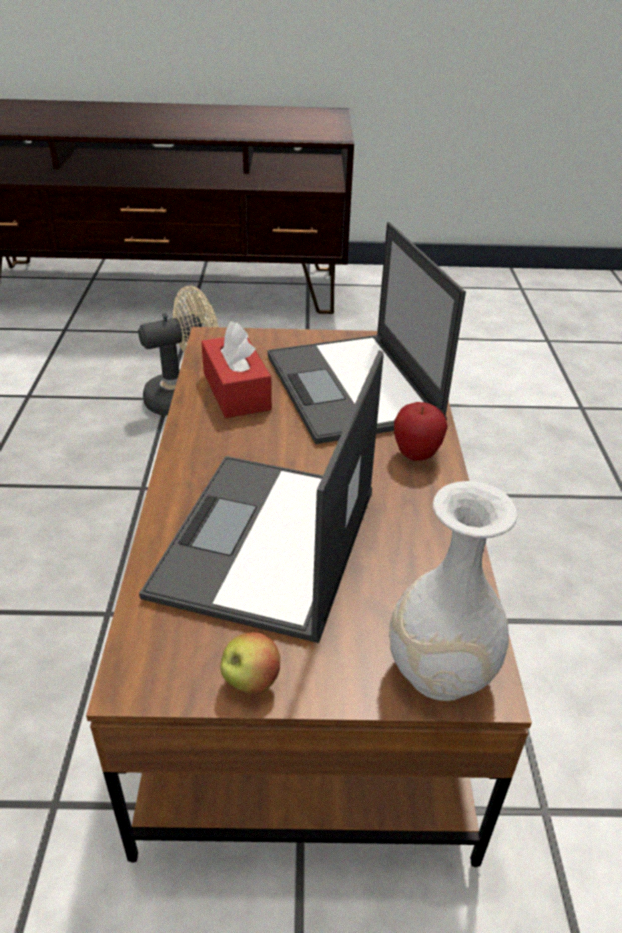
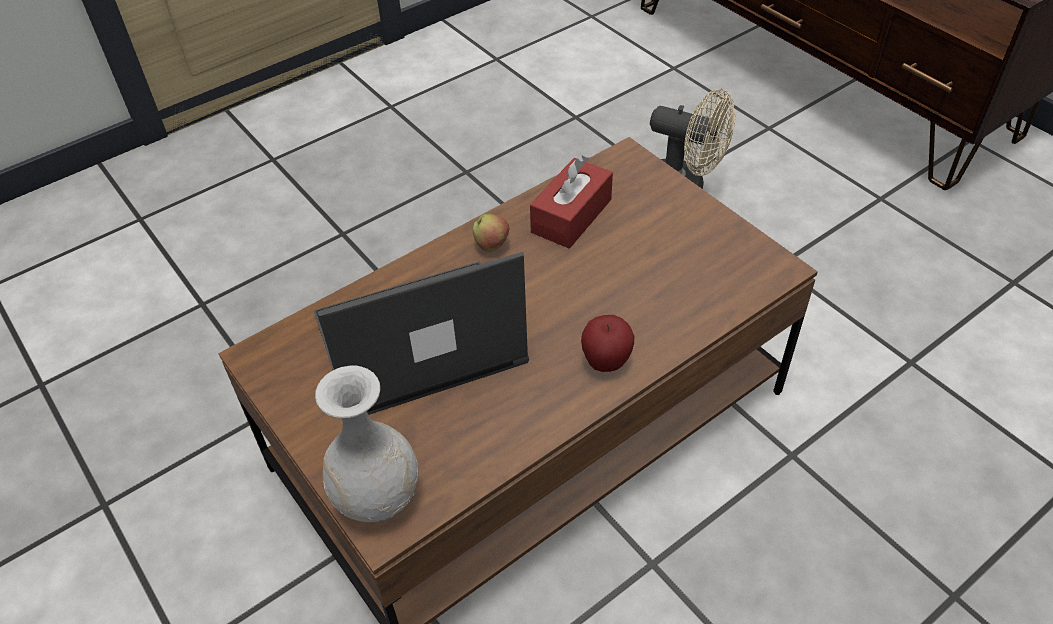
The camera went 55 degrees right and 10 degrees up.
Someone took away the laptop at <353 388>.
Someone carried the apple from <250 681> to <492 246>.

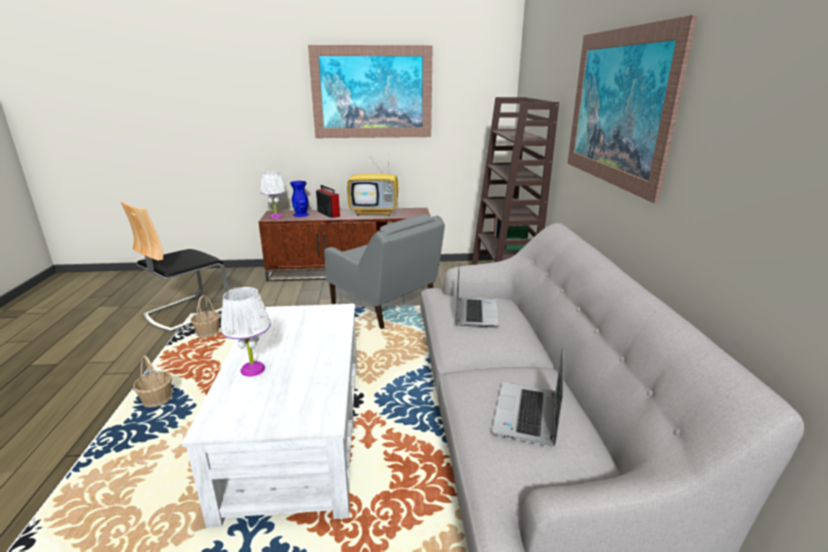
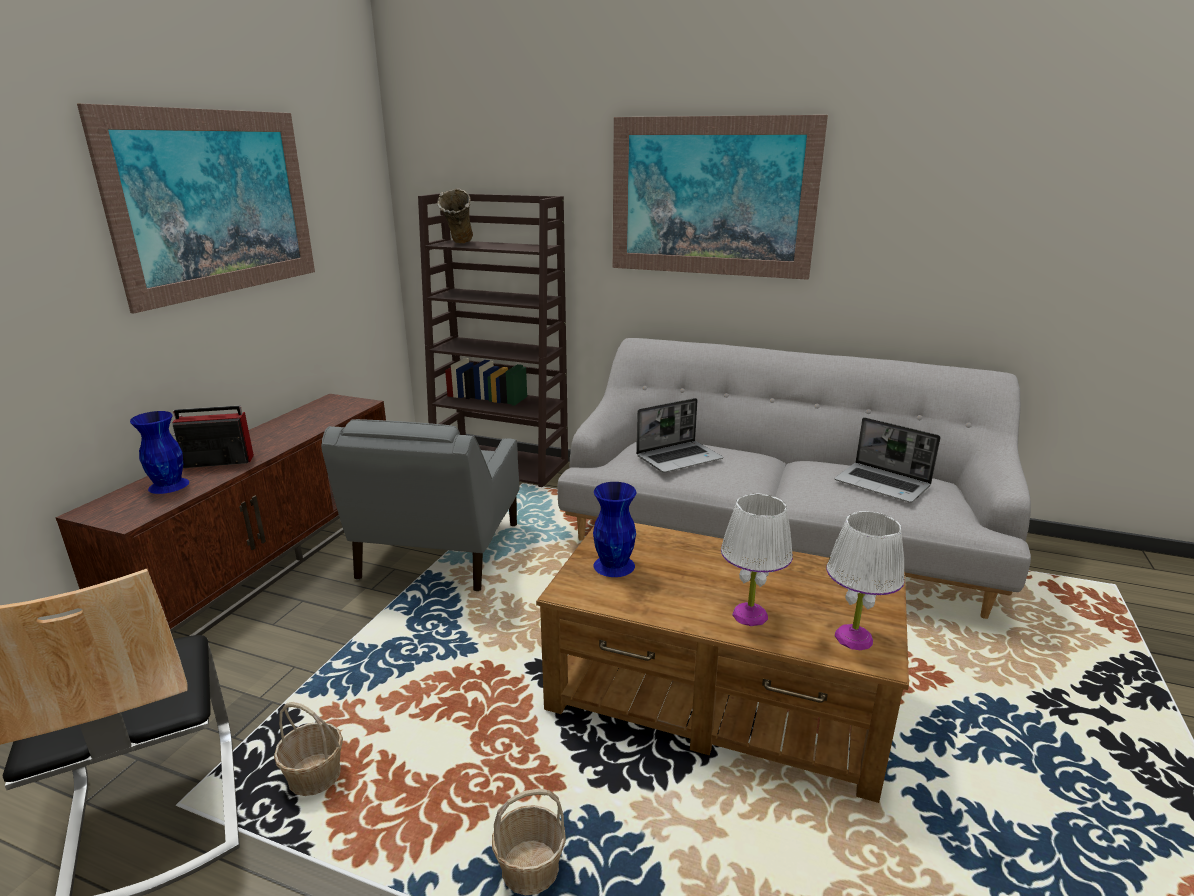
The camera went 65 degrees left and 0 degrees up.
Someone took away the television at <375 212>.
Someone carried the table lamp/white from <276 217> to <854 638>.
Someone rotated the armchair/grey at <384 304> by 120 degrees clockwise.
Someone rotated the laptop at <475 312> by 120 degrees clockwise.
Someone repainted the coffee table/white at <296 433>, which became the coffee table/brown at <718 696>.
Someone put down the vase/beige at <459 244>.
Someone put down the vase/blue at <615 565>.

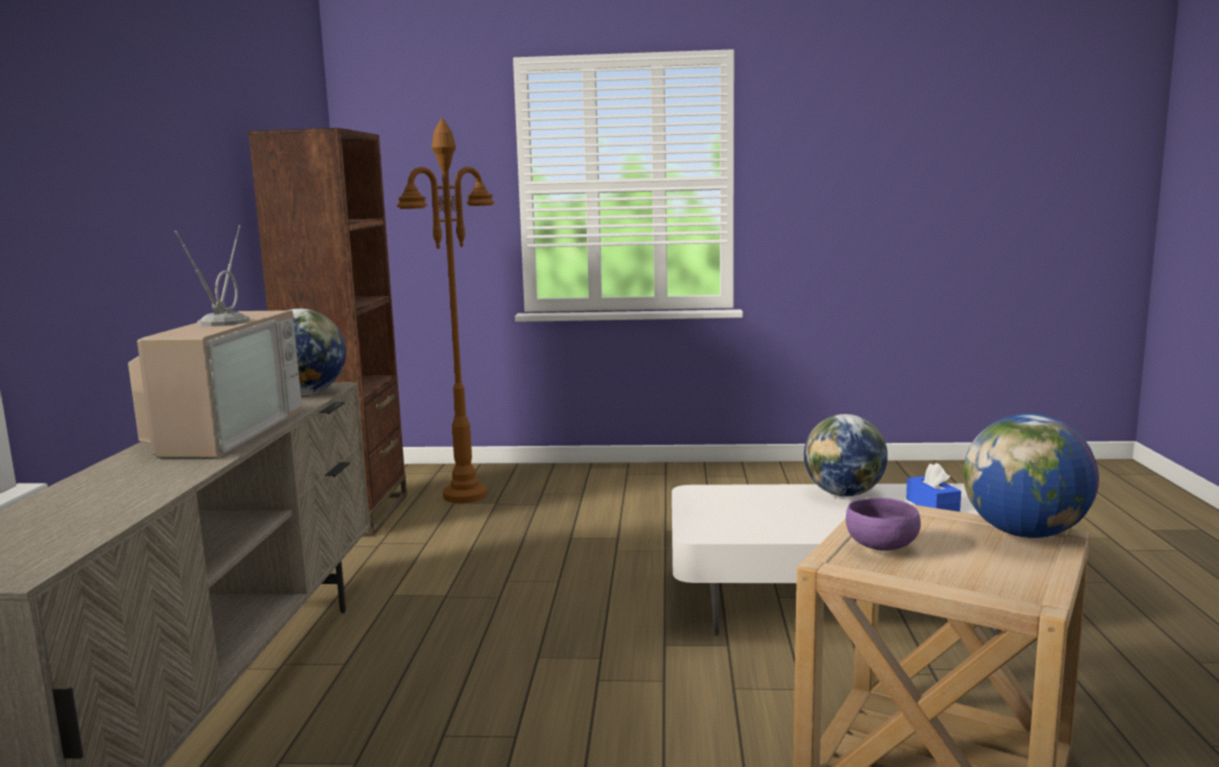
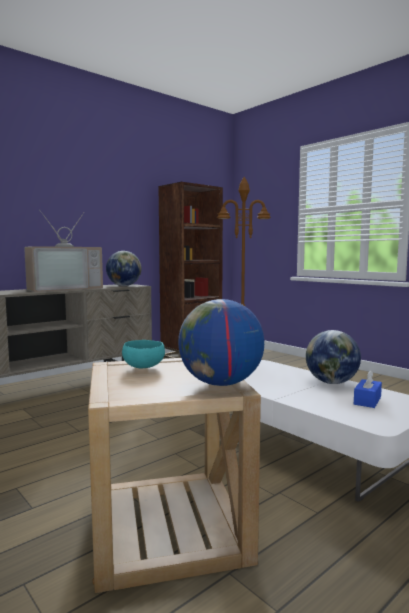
The camera went 45 degrees right and 5 degrees down.
Someone repainted the bowl/purple at <882 546>, which became the bowl/turquoise at <144 367>.

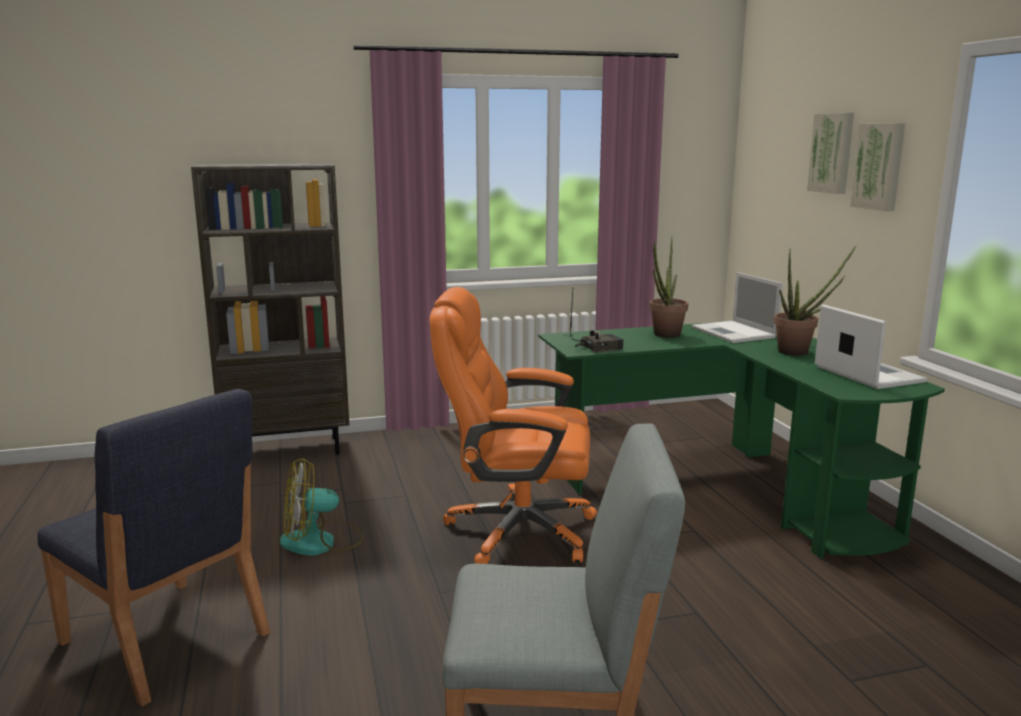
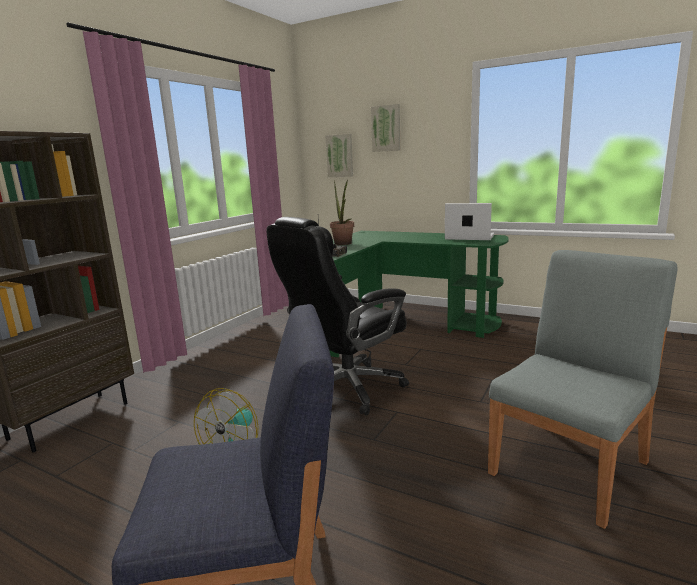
The camera went 45 degrees left and 0 degrees up.
Someone carried the picture from <880 166> to <340 156>.
Someone took away the potted plant at <799 352>.
Someone took away the laptop at <735 333>.
Someone repainted the office chair/orange at <517 531>, which became the office chair/black at <345 388>.

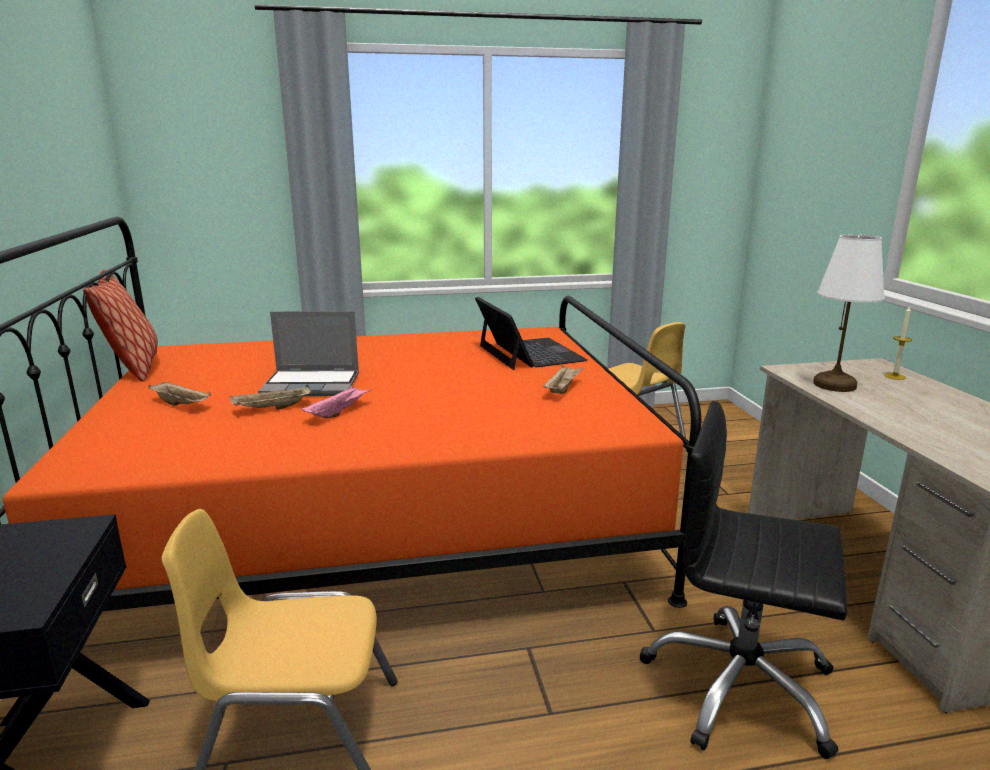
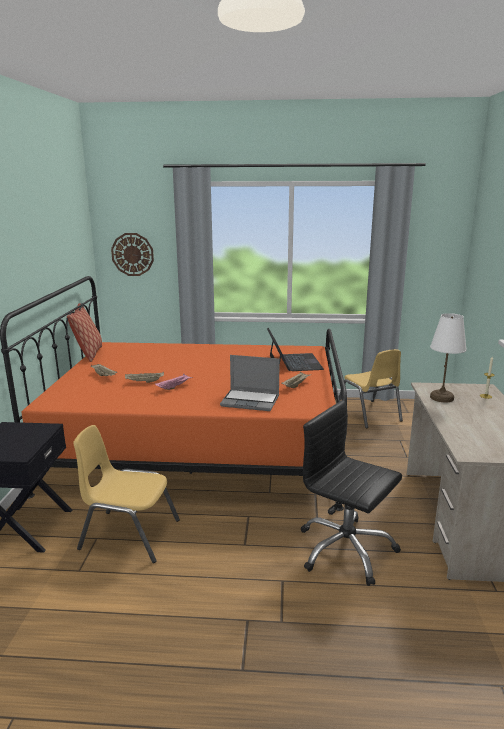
The camera went 15 degrees right and 0 degrees up.
Someone carried the laptop from <313 385> to <251 401>.
Someone put up the wall clock at <132 254>.

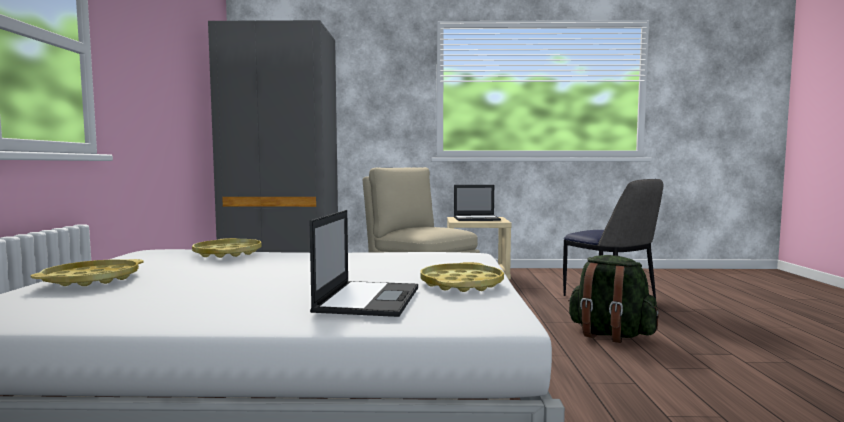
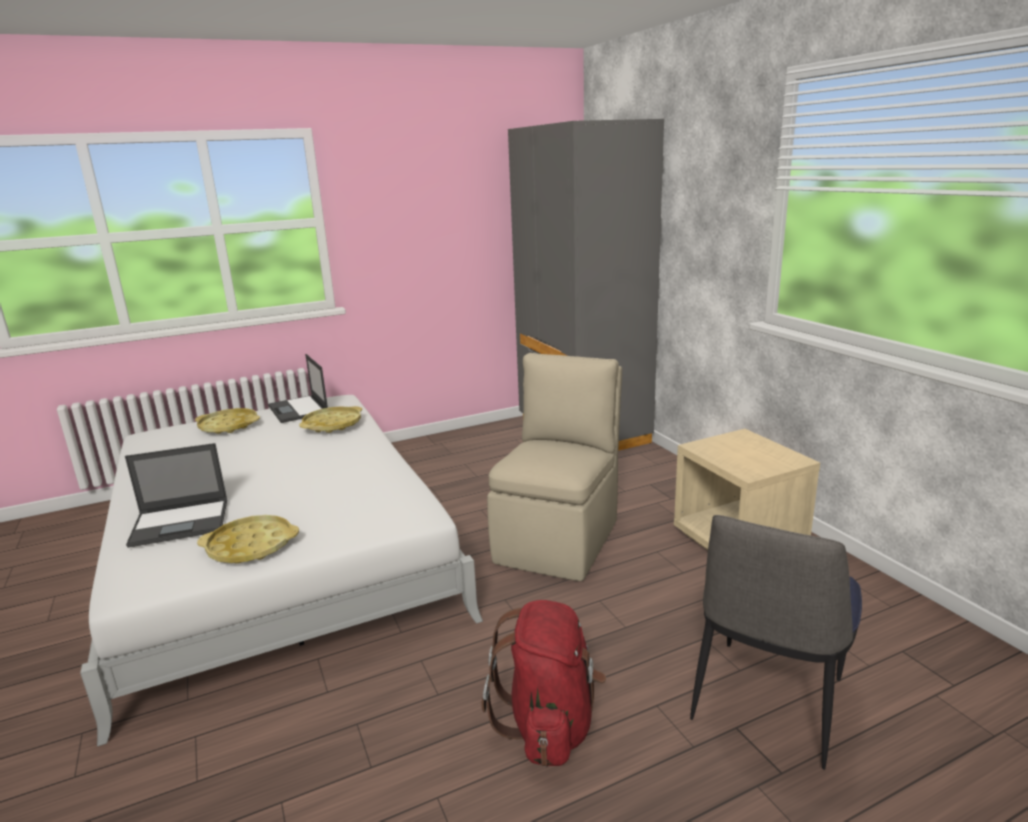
The camera went 65 degrees right and 15 degrees up.
Someone carried the laptop from <477 219> to <298 409>.
Someone repainted the backpack/green at <610 335>, which became the backpack/red at <549 724>.

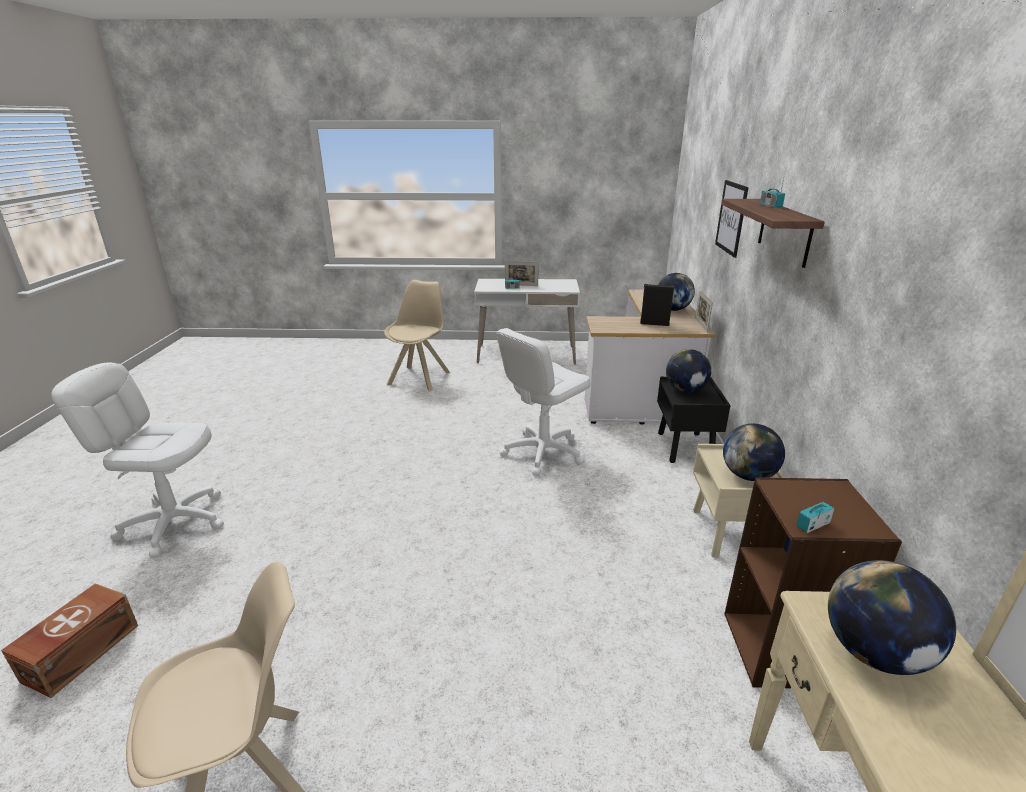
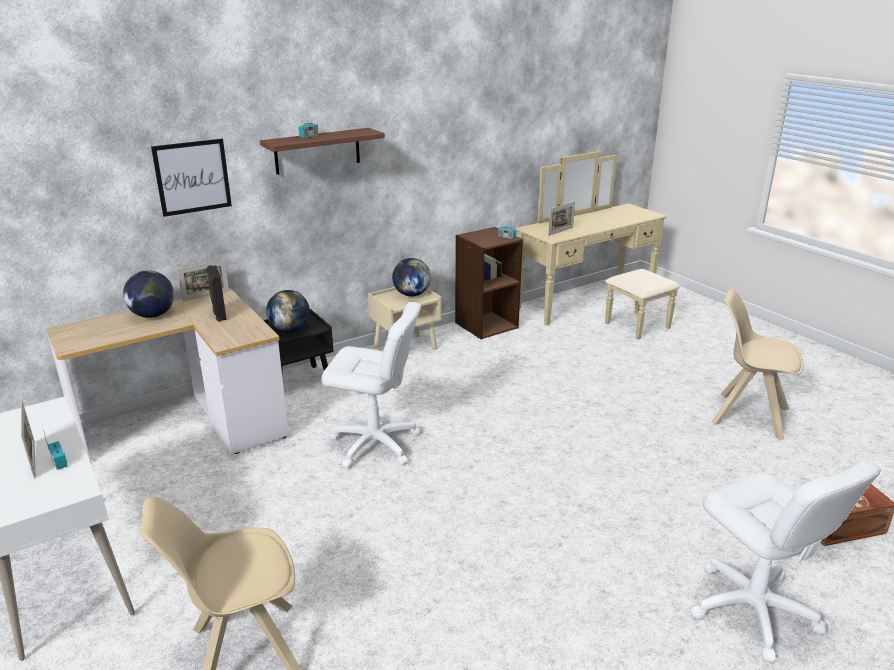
The camera went 125 degrees left and 0 degrees up.
Someone swapped the globe at <874 653> for the picture frame at <560 231>.

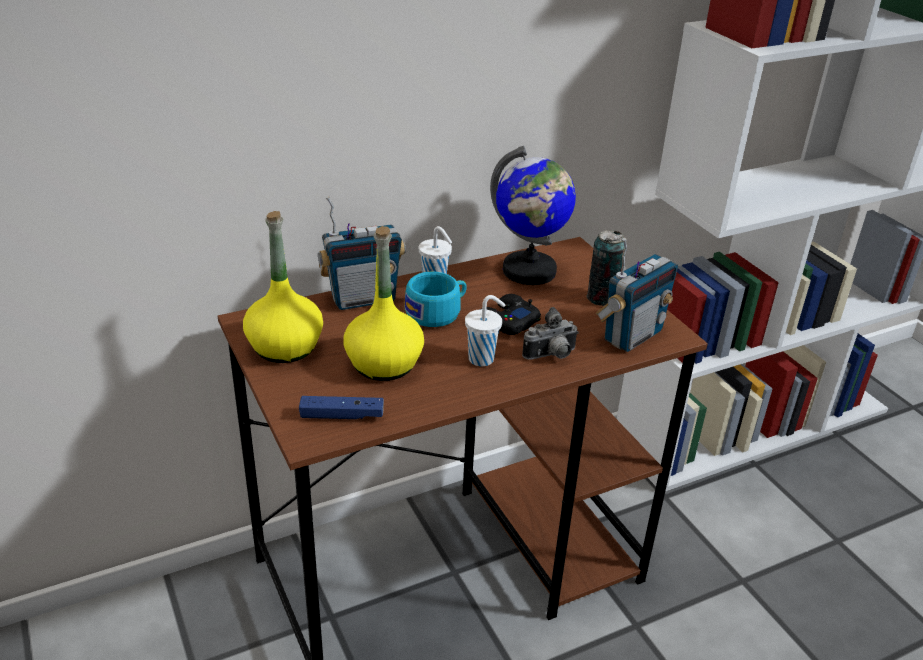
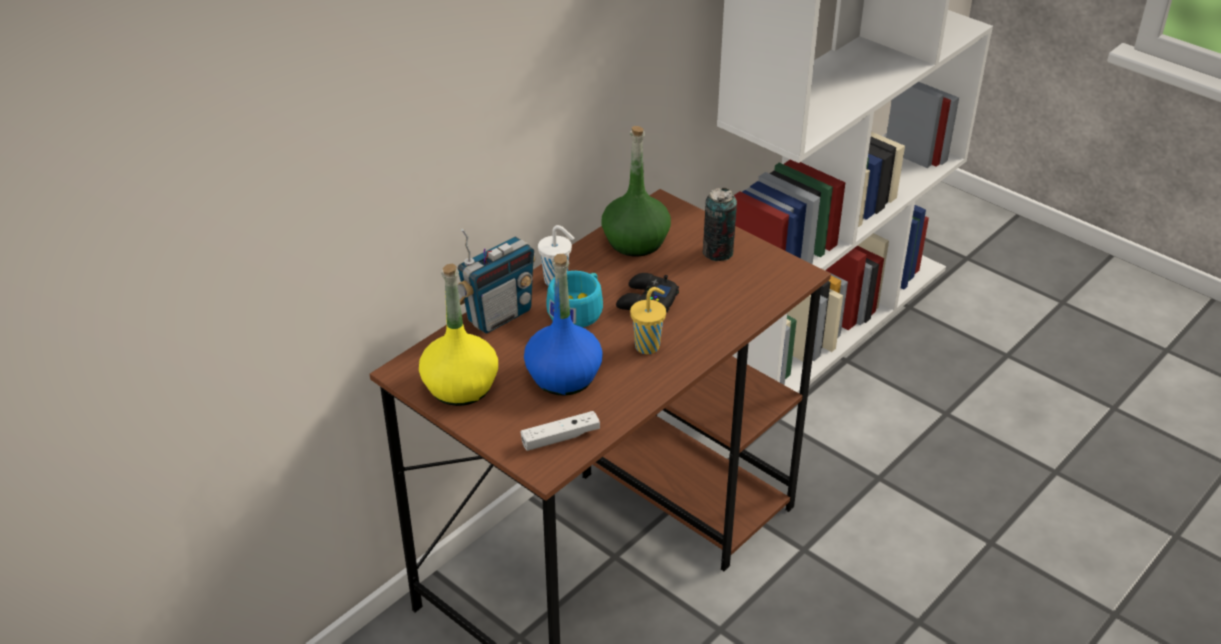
The camera went 20 degrees left and 5 degrees up.
Someone swapped the globe at <529 271> for the bottle/green at <636 241>.
Someone repainted the bottle/yellow at <384 364>, which became the bottle/blue at <564 377>.
Someone took away the radio at <631 335>.
Someone repainted the cup/white at <482 359>, which became the cup/yellow at <648 346>.
Someone took away the photo camera at <551 356>.
Someone repainted the game controller/blue at <342 415>, which became the game controller/white at <560 437>.

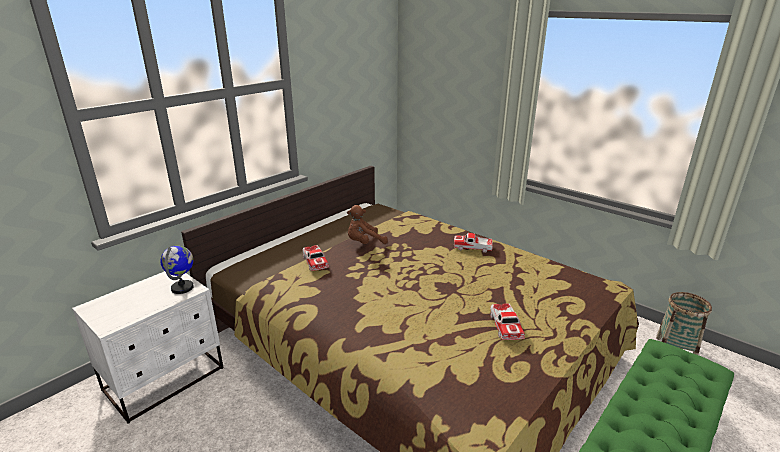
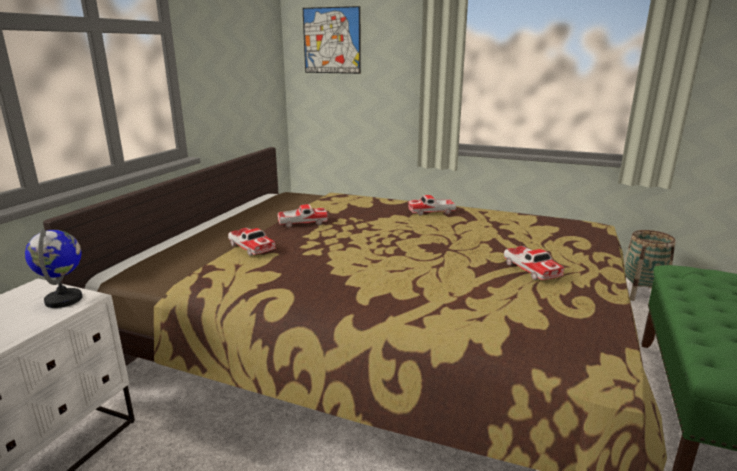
The camera went 20 degrees left and 5 degrees down.
Someone swapped the plush toy/brown at <364 243> for the toy car at <302 222>.
Someone put up the picture at <331 40>.

